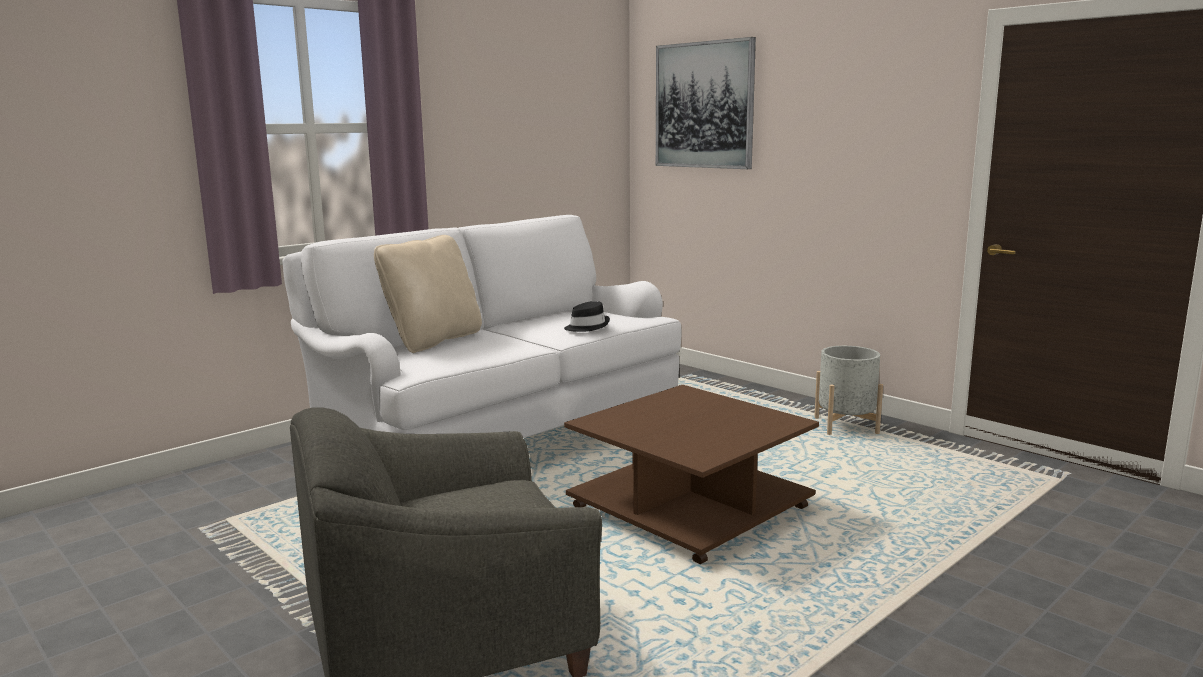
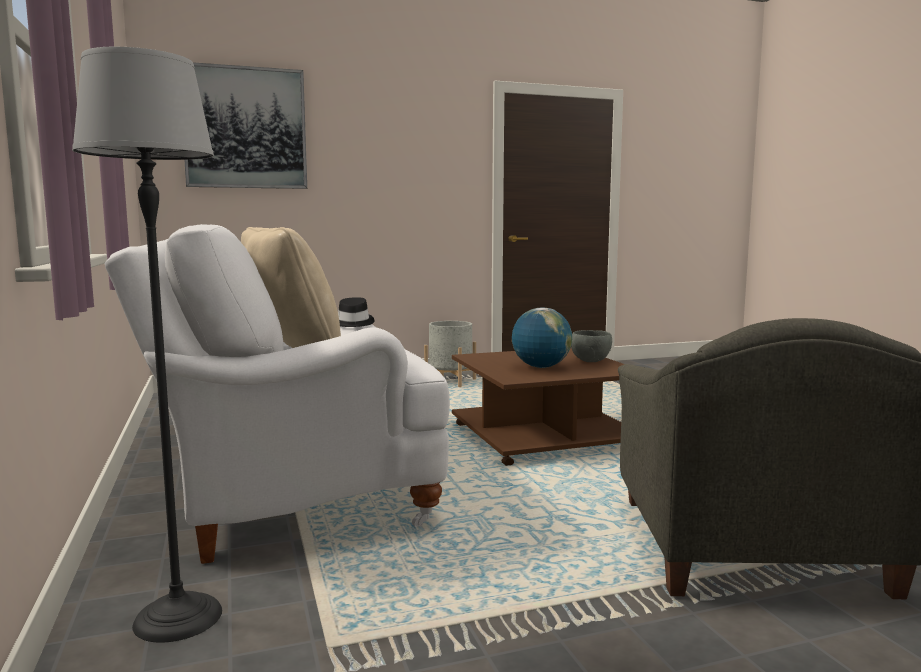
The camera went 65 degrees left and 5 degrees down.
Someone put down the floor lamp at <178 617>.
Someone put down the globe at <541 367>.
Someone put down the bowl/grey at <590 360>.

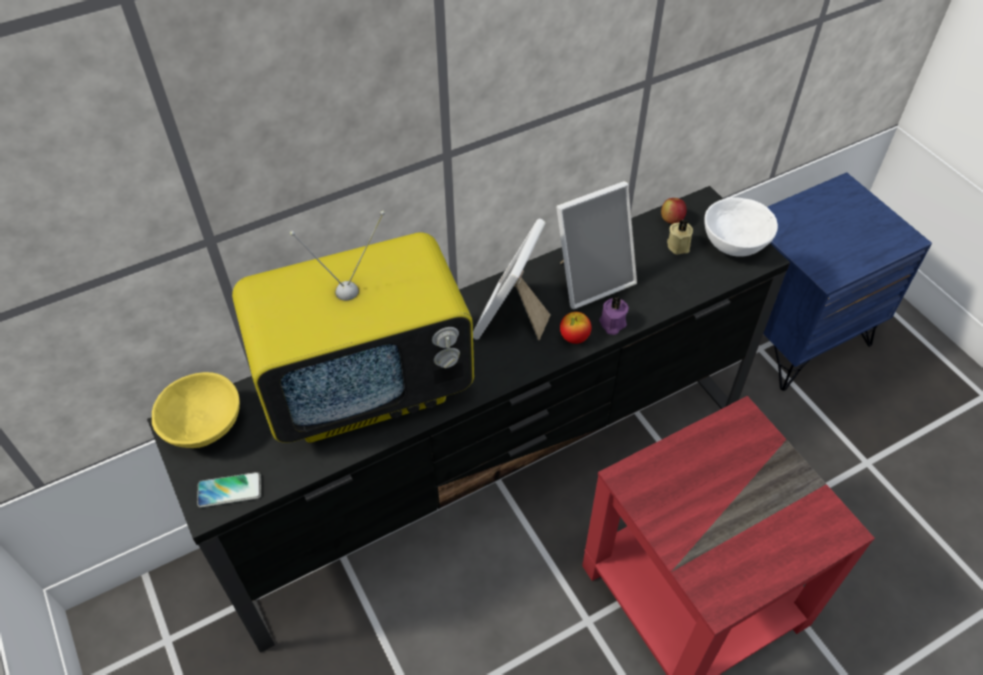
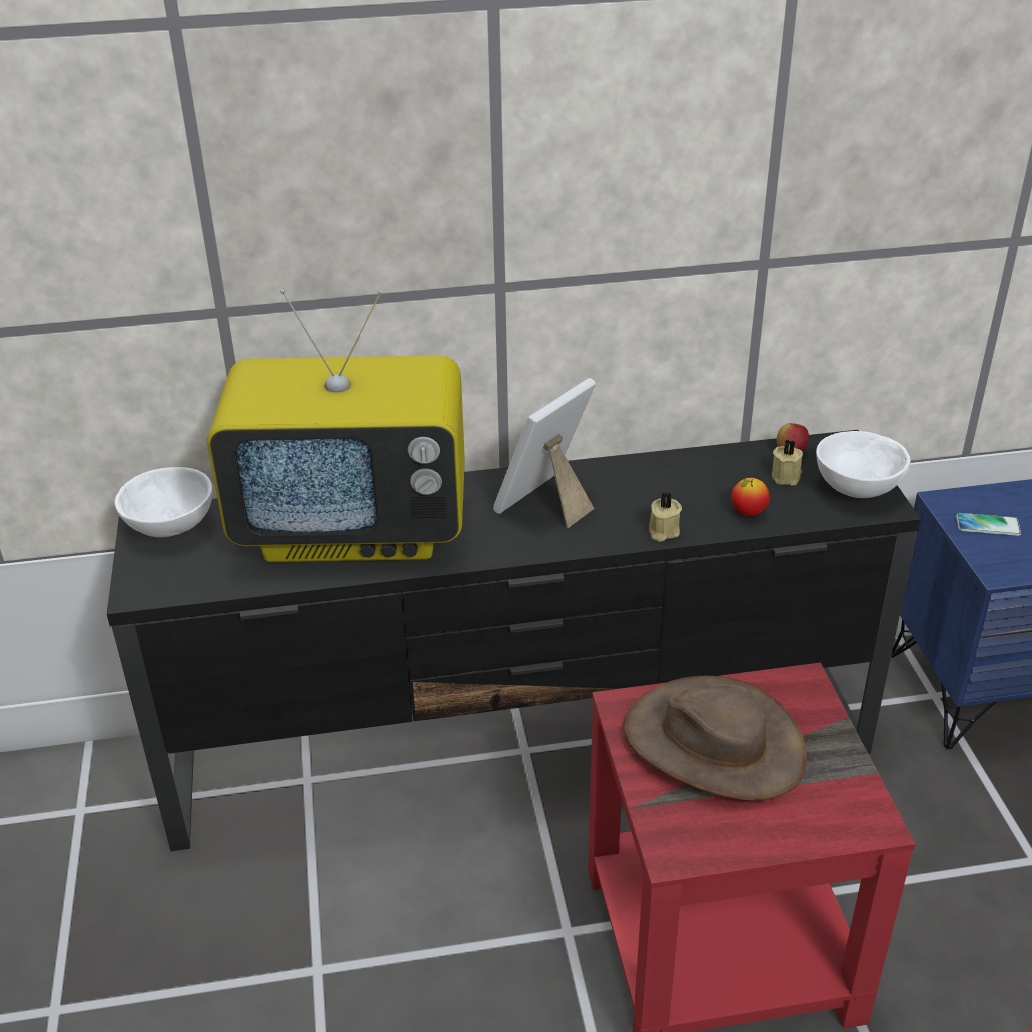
The camera went 20 degrees right and 15 degrees down.
Someone took away the picture frame at <591 279>.
Someone repainted the candle/purple at <612 324>, which became the candle/beige at <662 531>.
Someone carried the apple from <574 338> to <748 512>.
Someone repainted the bowl/yellow at <205 428>, which became the bowl/white at <171 528>.
Someone carried the phone from <229 490> to <988 525>.
Someone put down the hat/brown at <714 743>.

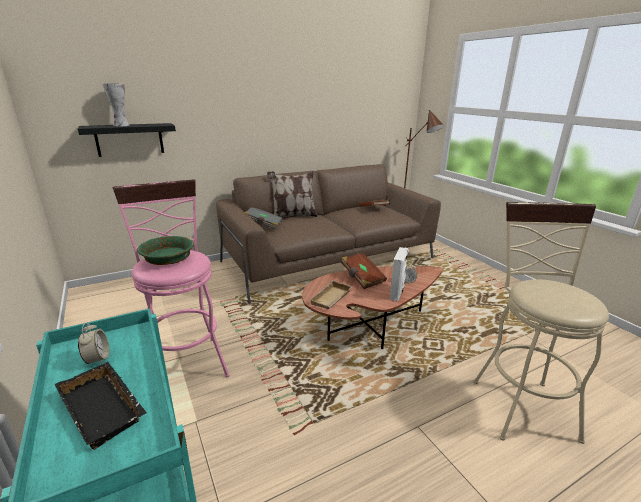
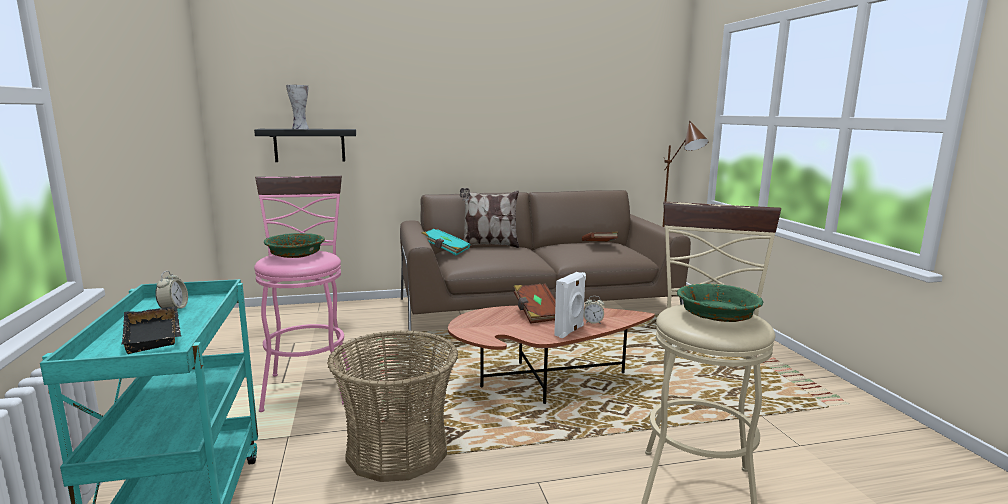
The camera went 15 degrees right and 10 degrees down.
Someone repainted the book/grey at <263 225>, which became the book/turquoise at <445 250>.
Someone took away the tray/beige at <332 299>.
Someone put down the bowl/green at <717 315>.
Someone put down the basket at <397 450>.

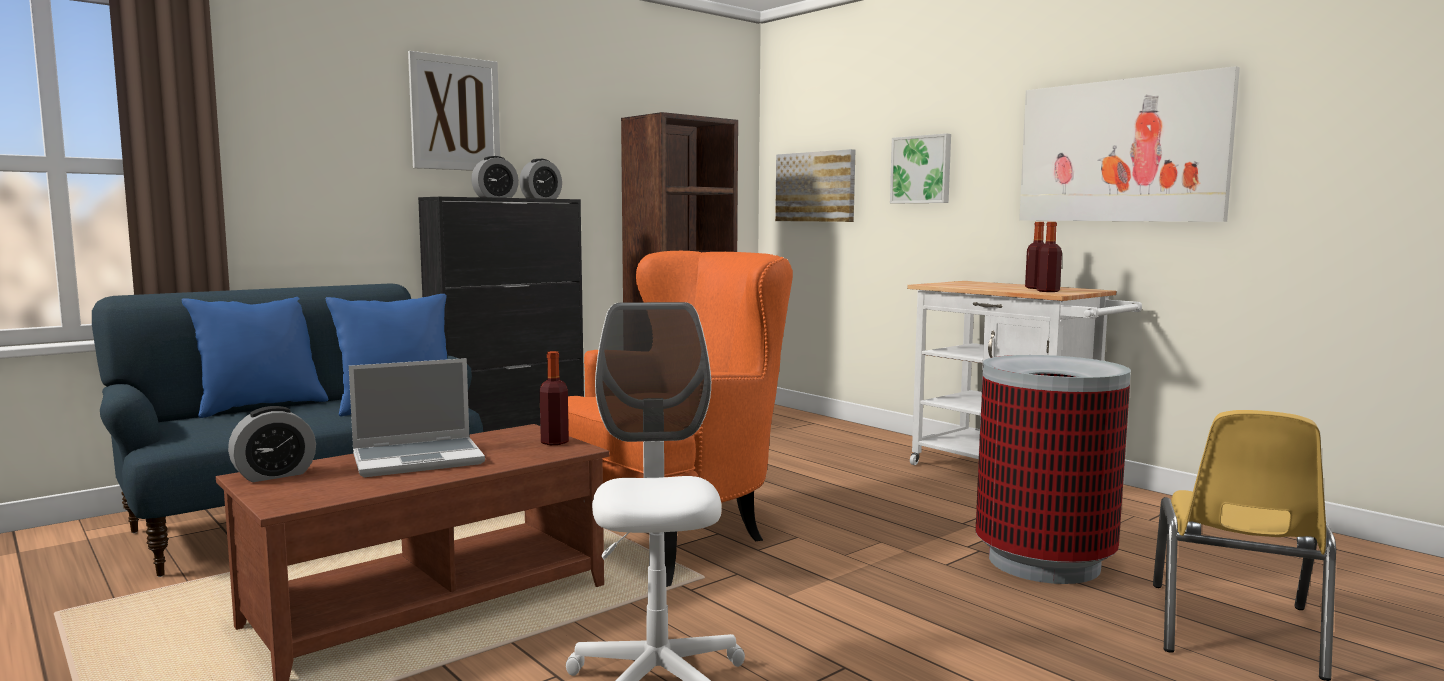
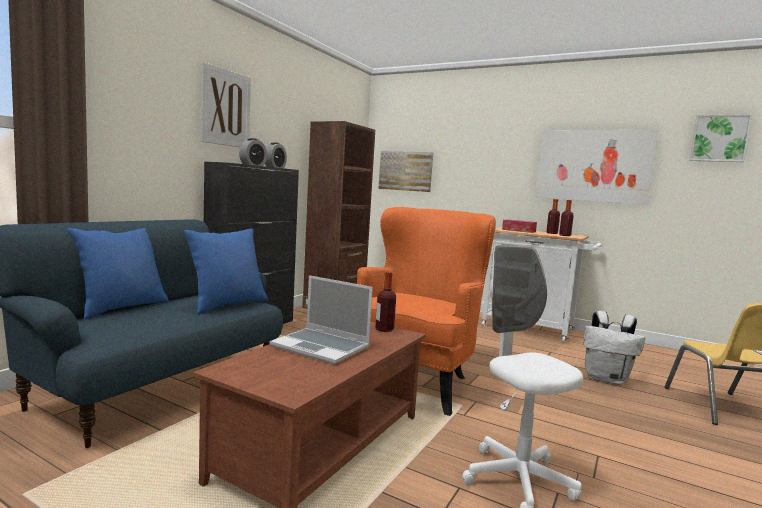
The camera went 20 degrees left and 0 degrees up.
Someone carried the picture from <922 169> to <719 138>.
Someone swapped the trash can at <1044 562> for the backpack/white at <606 379>.
Someone rotated the laptop at <419 459> by 75 degrees clockwise.
Someone took away the alarm clock at <274 475>.
Someone put down the tissue box at <518 230>.

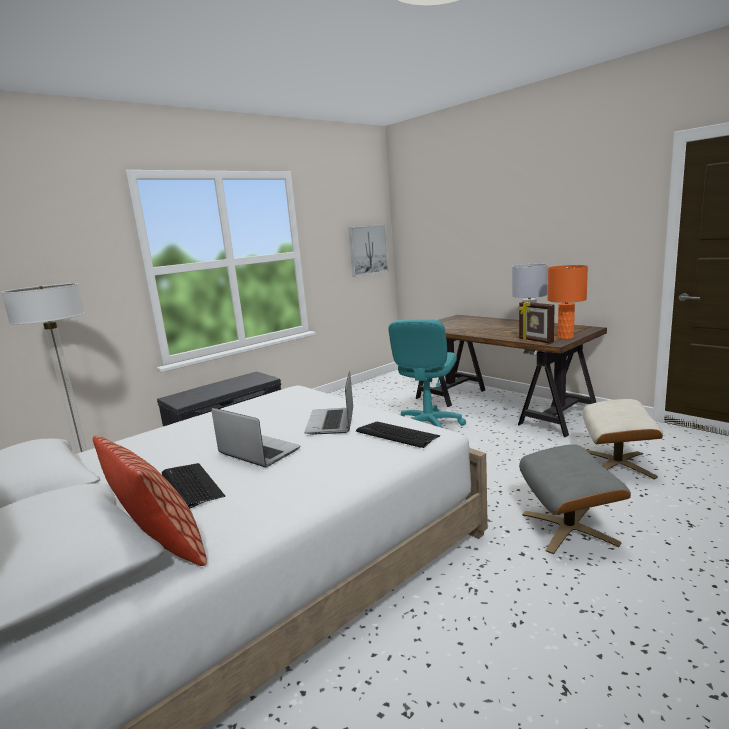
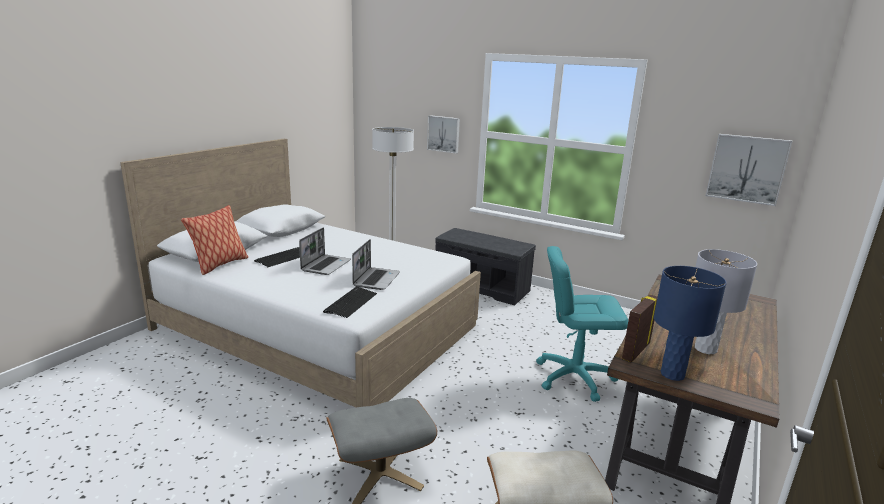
The camera went 70 degrees right and 5 degrees up.
Someone repainted the table lamp/orange at <565 337>, which became the table lamp/blue at <672 374>.
Someone rotated the laptop at <331 422> by 120 degrees clockwise.
Someone put up the picture at <444 134>.

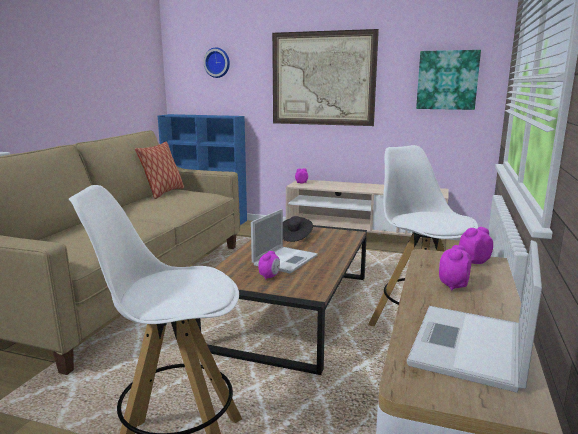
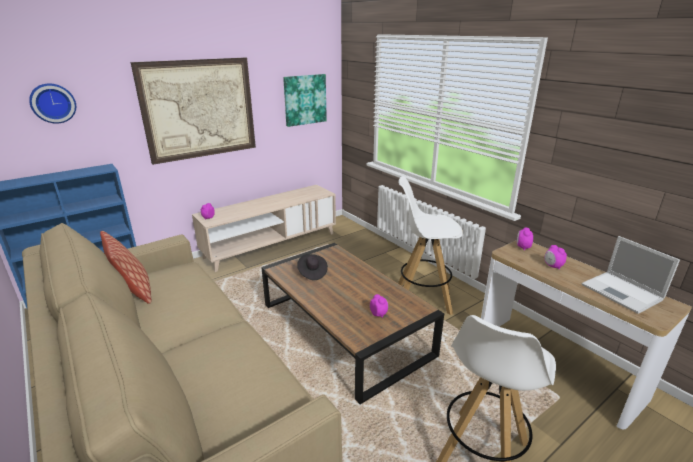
The camera went 55 degrees left and 10 degrees up.
Someone took away the laptop at <285 259>.

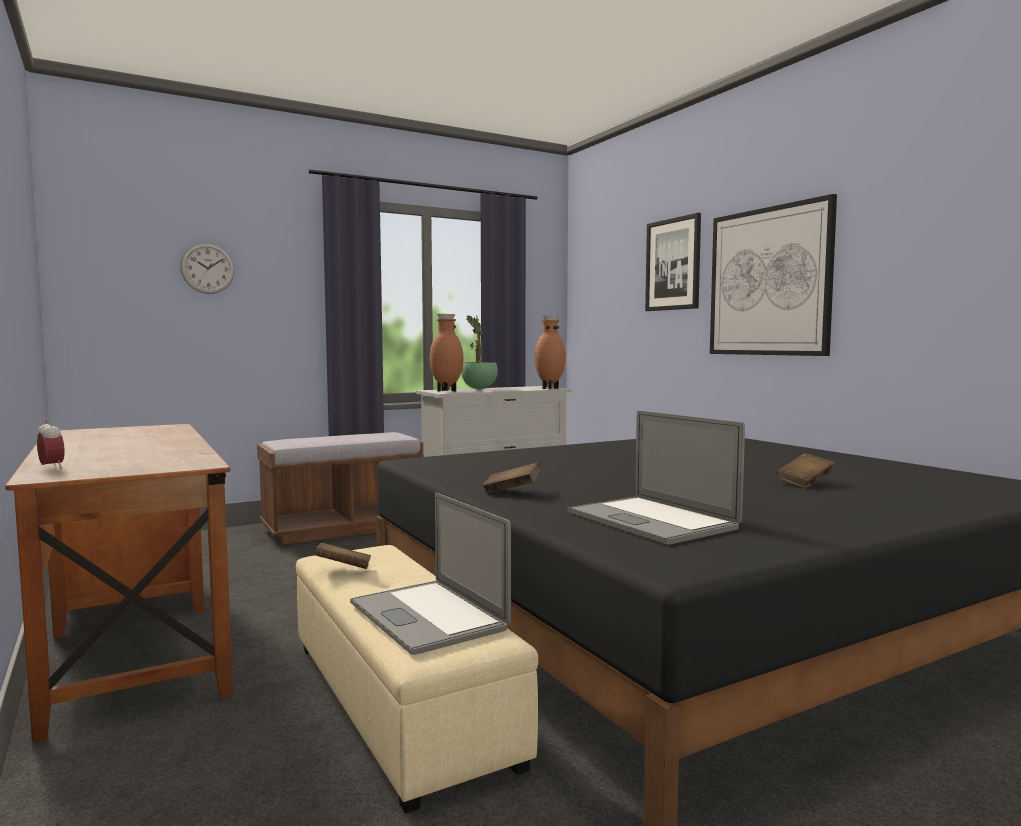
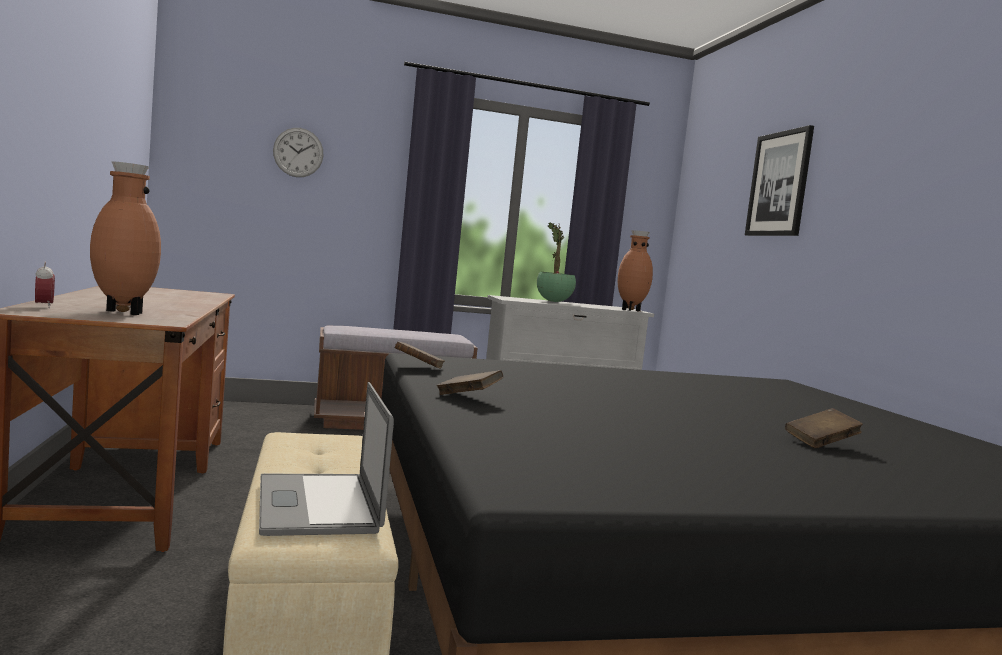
The camera went 15 degrees right and 0 degrees up.
Someone took away the picture at <769 282>.
Someone carried the vase/brown from <446 391> to <121 313>.
Someone took away the laptop at <650 520>.
Someone carried the book/brown from <343 570> to <418 367>.

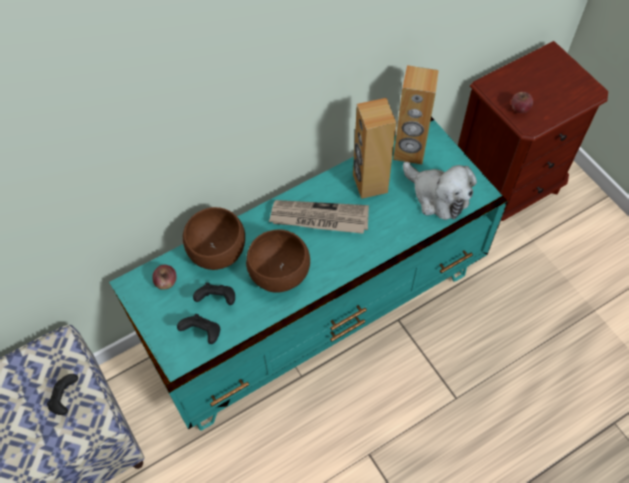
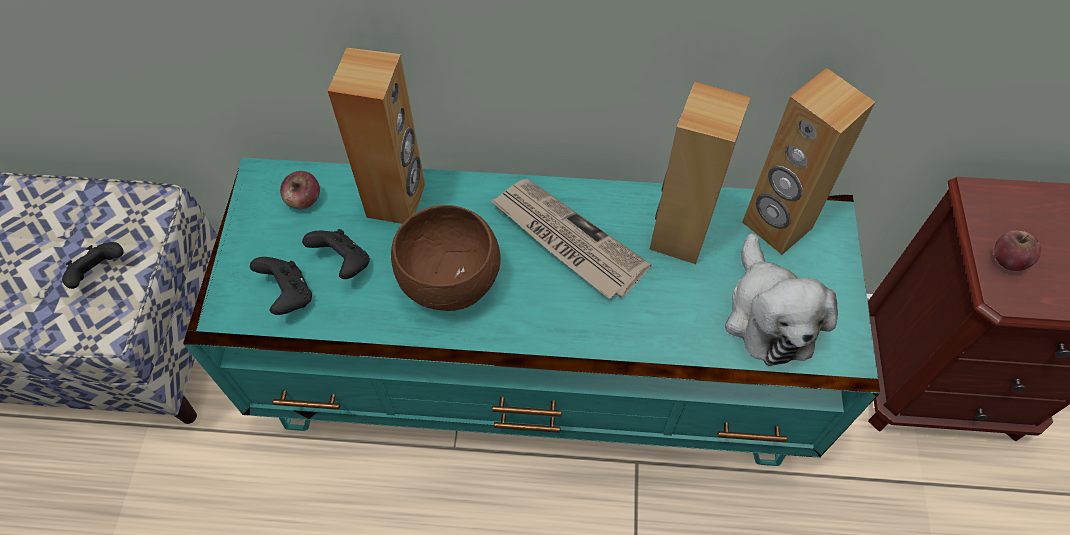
The camera went 35 degrees right and 0 degrees up.
Someone swapped the bowl/brown at <217 252> for the speaker/brown at <397 200>.

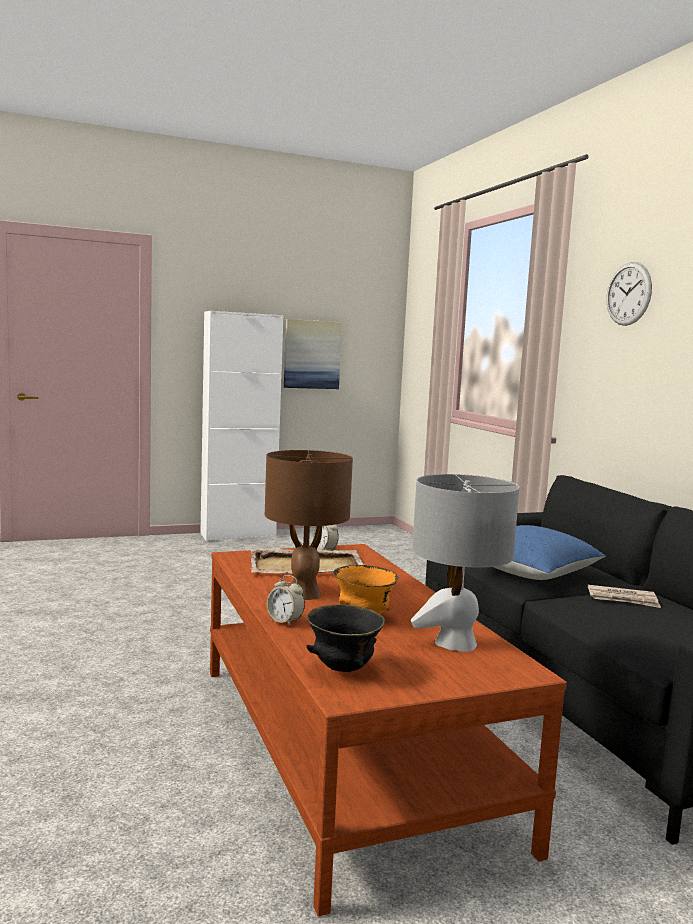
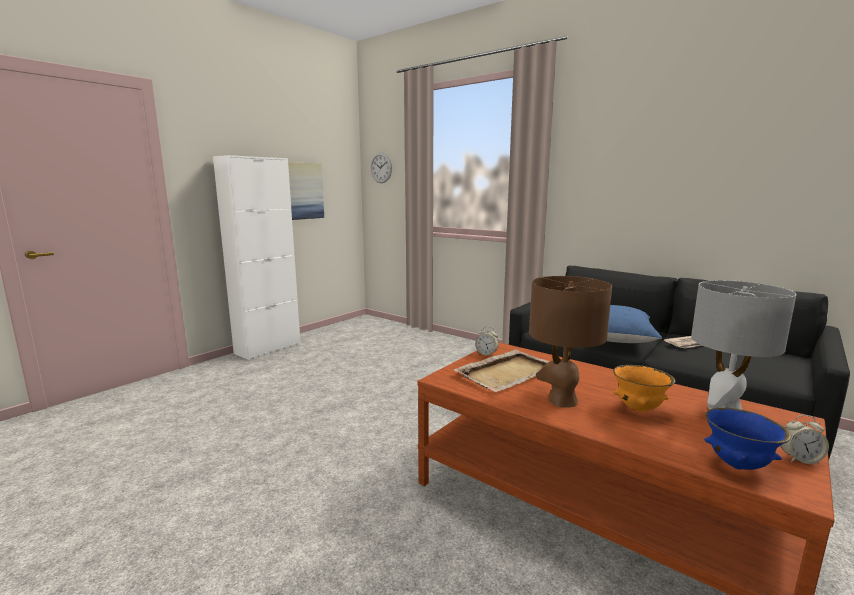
The camera went 30 degrees left and 5 degrees up.
Someone carried the wall clock from <628 294> to <381 168>.
Someone carried the alarm clock from <285 621> to <799 459>.
Someone repainted the bowl/black at <342 669>, which became the bowl/blue at <738 465>.

